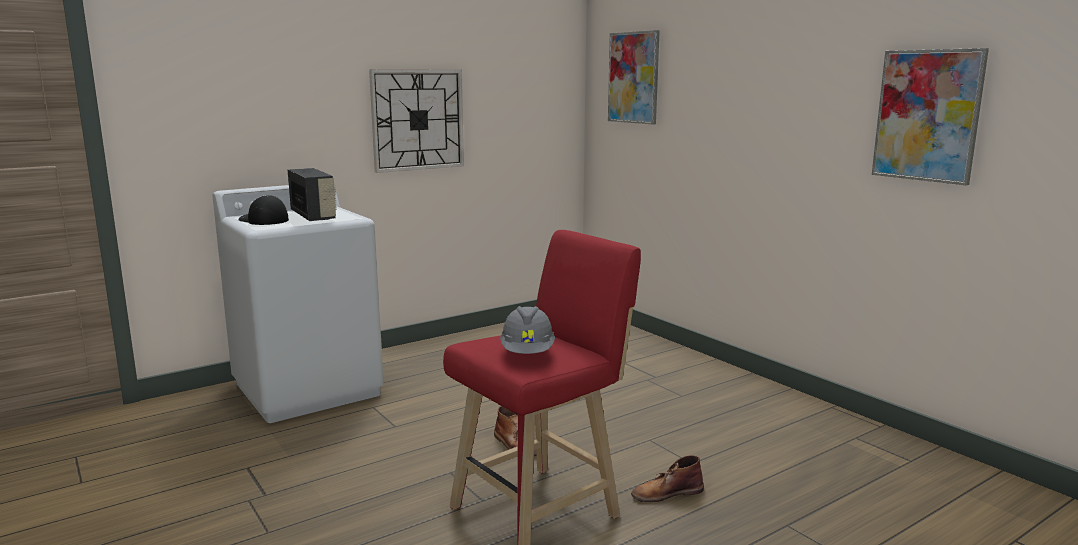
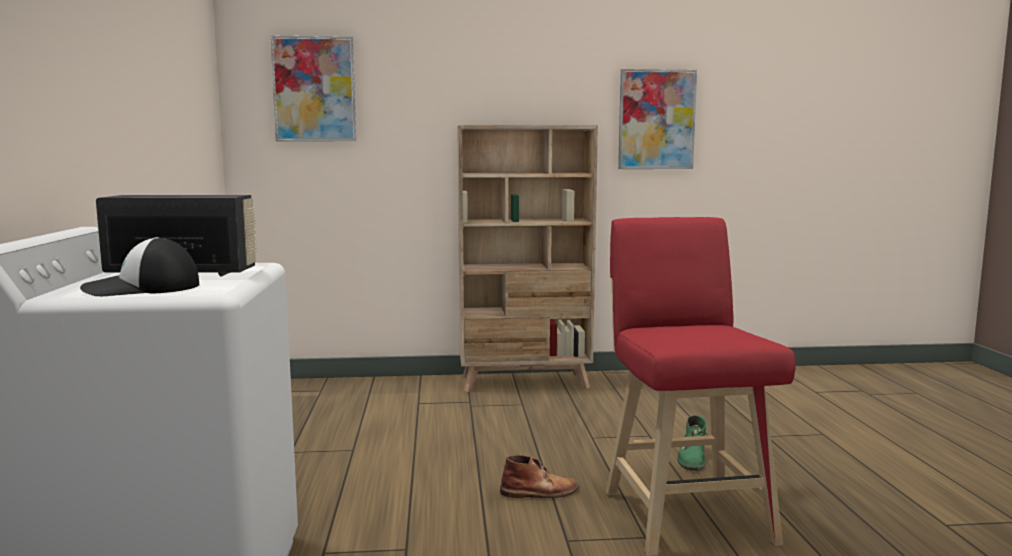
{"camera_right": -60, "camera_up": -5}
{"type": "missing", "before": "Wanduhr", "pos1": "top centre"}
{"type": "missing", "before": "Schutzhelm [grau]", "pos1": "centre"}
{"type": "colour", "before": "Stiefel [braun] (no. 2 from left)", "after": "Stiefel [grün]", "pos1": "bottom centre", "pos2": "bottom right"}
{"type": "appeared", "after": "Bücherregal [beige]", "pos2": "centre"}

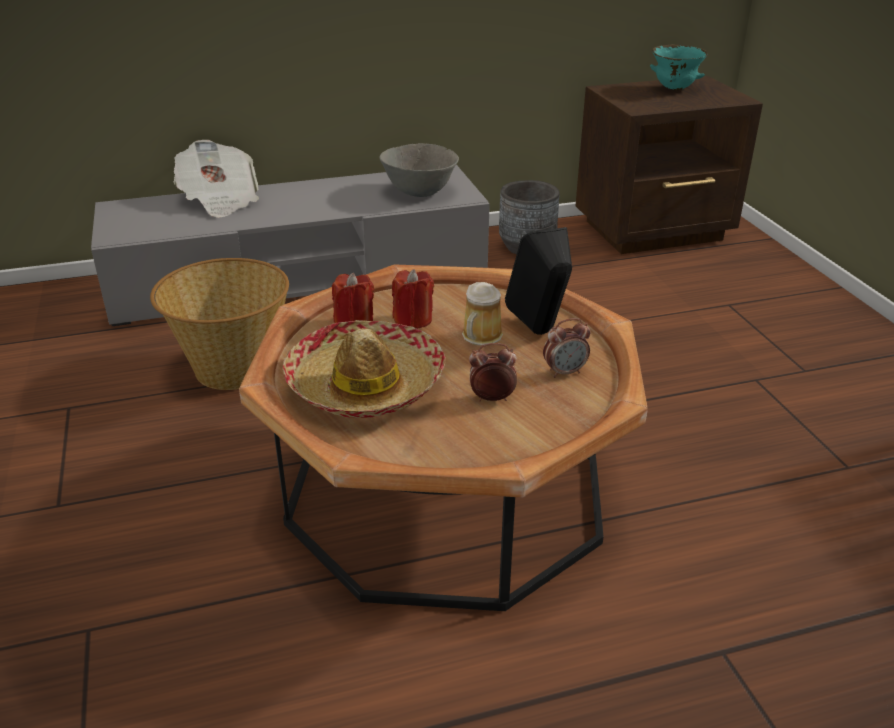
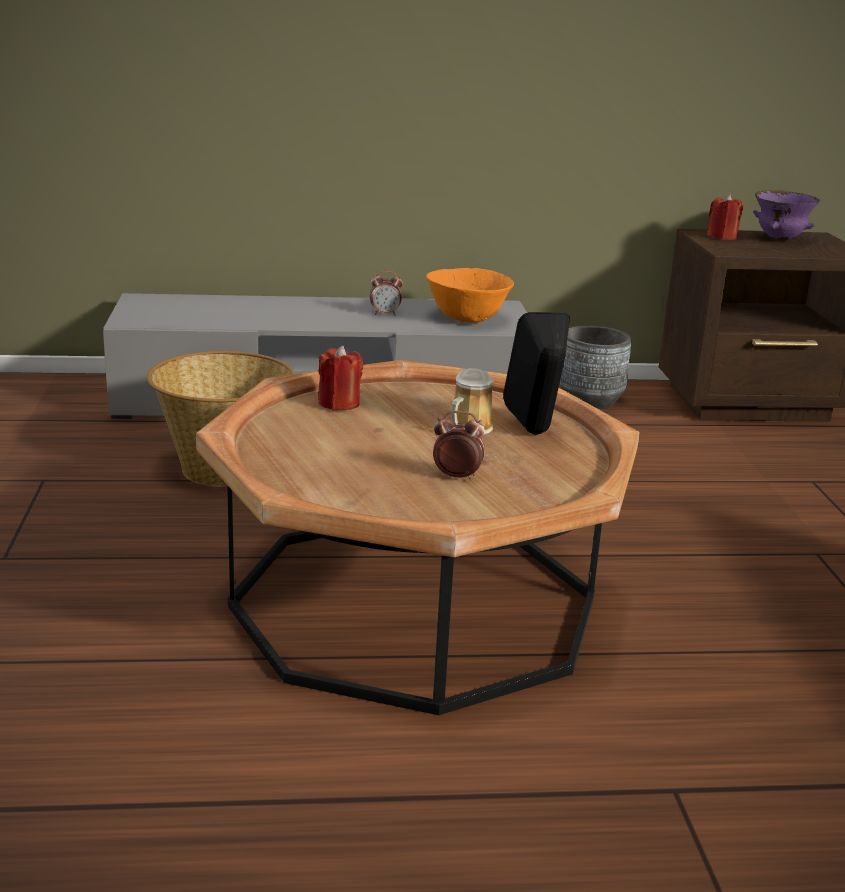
{"camera_right": 10, "camera_up": -10}
{"type": "colour", "before": "Schüssel [türkis]", "after": "Schüssel [lila]", "pos1": "top right", "pos2": "top right"}
{"type": "missing", "before": "Zeitung", "pos1": "top left"}
{"type": "colour", "before": "Schüssel [grau]", "after": "Schüssel [orange]", "pos1": "top centre", "pos2": "top centre"}
{"type": "relocated", "before": "Kerze [rot] (no. 2 from left)", "pos1": "centre", "pos2": "top right"}
{"type": "relocated", "before": "Wecker (no. 2 from left in the first image)", "after": "Wecker (no. 1 from left)", "pos1": "centre", "pos2": "top centre"}
{"type": "missing", "before": "Hut", "pos1": "centre"}

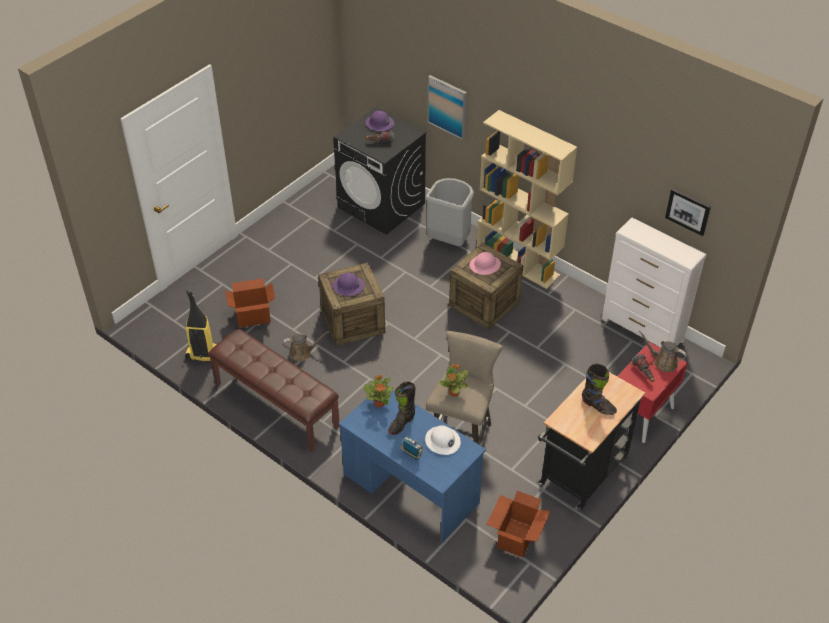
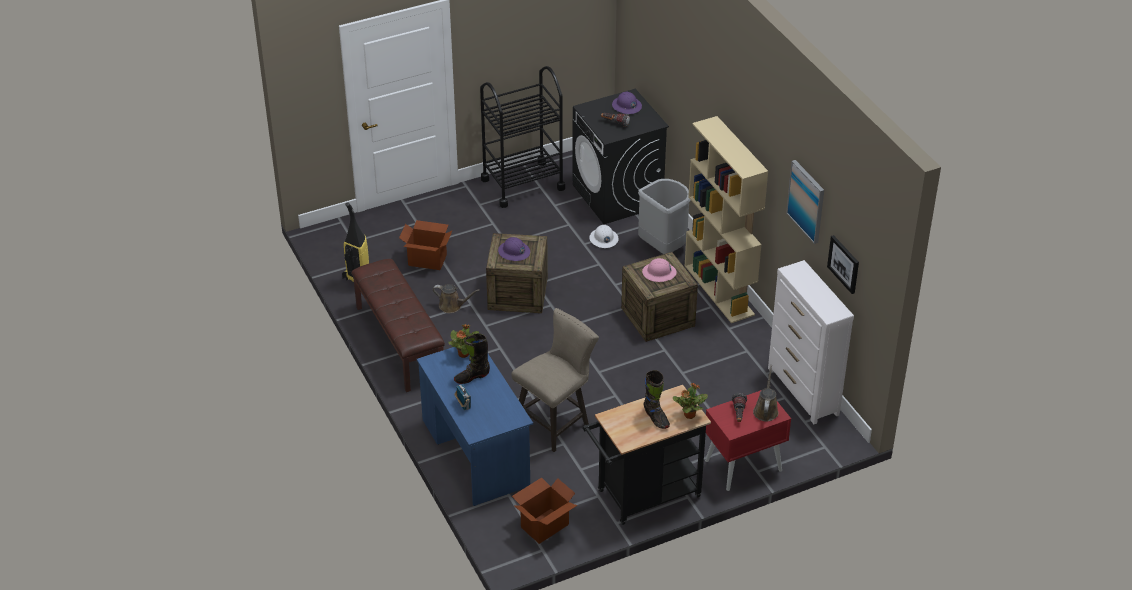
{"camera_right": 25, "camera_up": -5}
{"type": "relocated", "before": "Bild (no. 1 from left)", "pos1": "top centre", "pos2": "middle right"}
{"type": "spun", "before": "Gießkanne [braun] (no. 2 from left)", "pos1": "middle right", "pos2": "middle right", "turn": 45}
{"type": "relocated", "before": "Topfpflanze (no. 2 from left)", "pos1": "centre", "pos2": "bottom centre"}
{"type": "relocated", "before": "Schutzhelm [weiß]", "pos1": "bottom centre", "pos2": "centre"}
{"type": "appeared", "after": "Rollwagen [schwarz] (no. 1 from left)", "pos2": "top centre"}

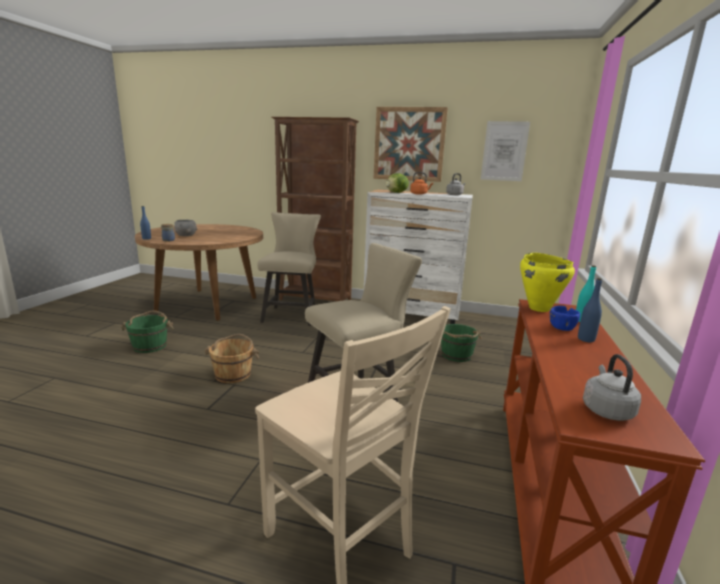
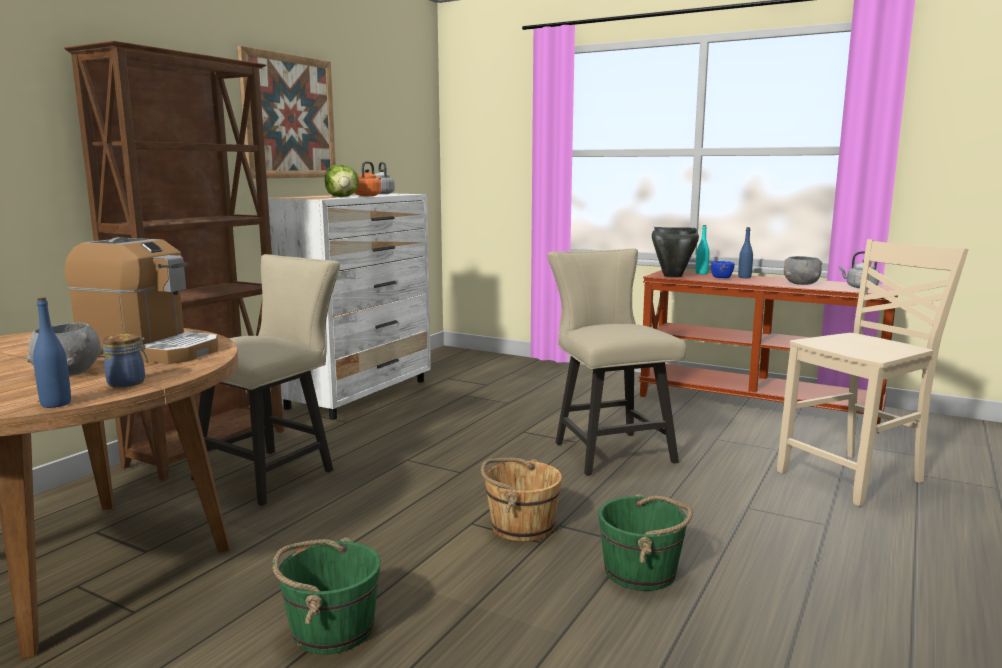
{"camera_right": -75, "camera_up": -5}
{"type": "missing", "before": "Bild (no. 2 from left)", "pos1": "top right"}
{"type": "spun", "before": "Stuhl [beige] (no. 1 from left)", "pos1": "centre", "pos2": "middle left", "turn": 105}
{"type": "colour", "before": "Kochtopf [gelb]", "after": "Kochtopf [schwarz]", "pos1": "middle right", "pos2": "middle right"}
{"type": "relocated", "before": "Eimer [grün] (no. 2 from left)", "pos1": "centre", "pos2": "bottom centre"}
{"type": "appeared", "after": "Kaffeemaschine", "pos2": "middle left"}
{"type": "appeared", "after": "Schüssel [grau] (no. 2 from left)", "pos2": "middle right"}

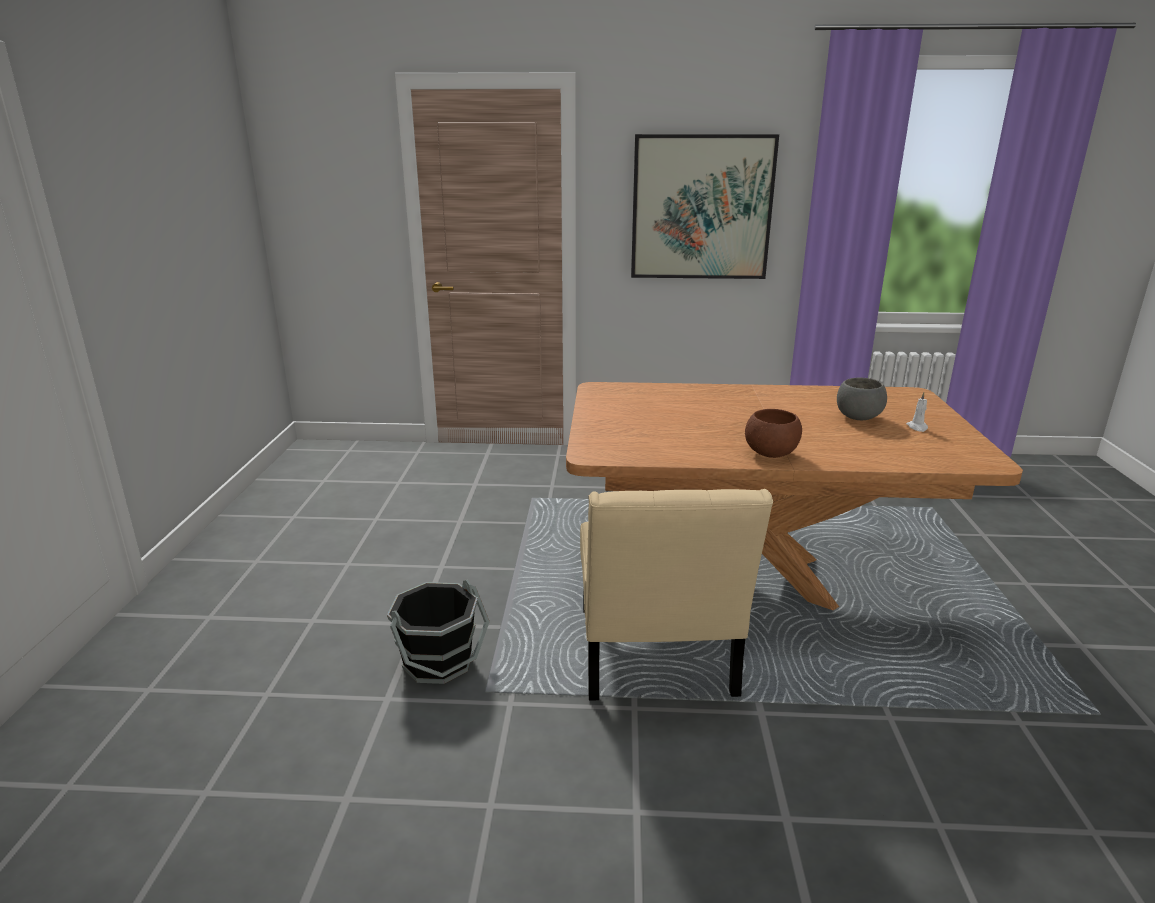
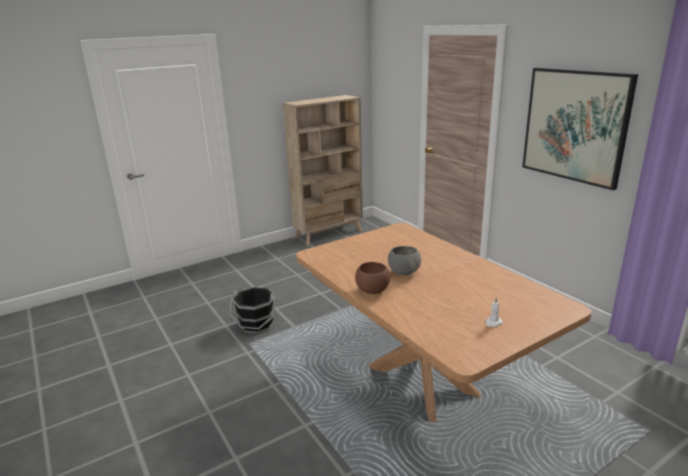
{"camera_right": 55, "camera_up": 0}
{"type": "relocated", "before": "Schüssel [grau]", "pos1": "middle right", "pos2": "centre"}
{"type": "missing", "before": "Stuhl [beige]", "pos1": "centre"}
{"type": "appeared", "after": "Bücherregal [beige]", "pos2": "centre"}

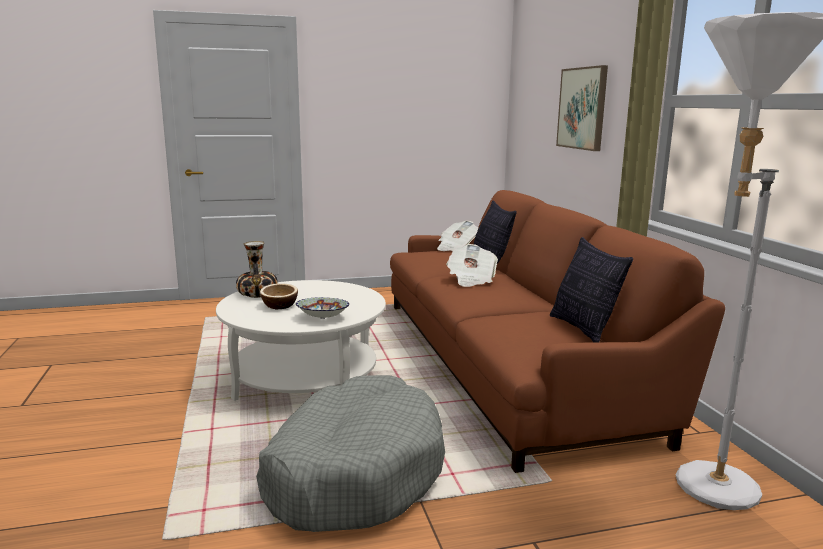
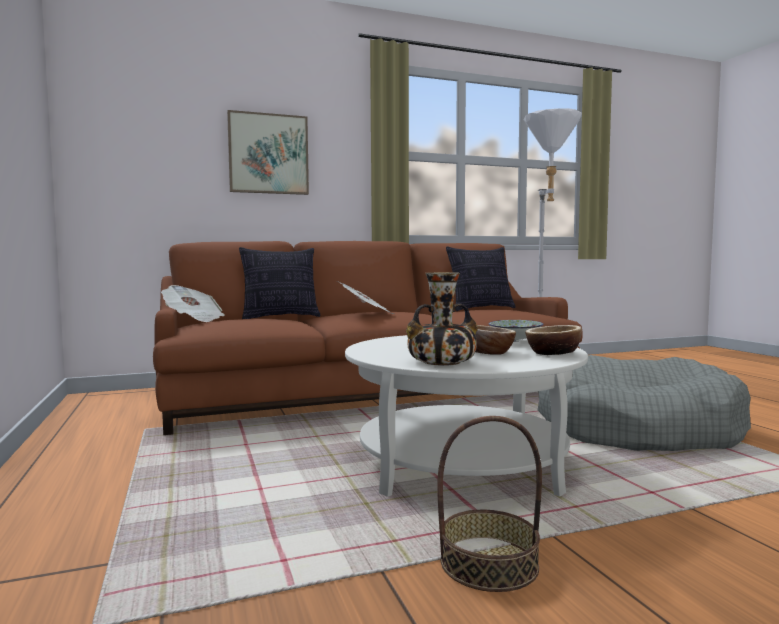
{"camera_right": -95, "camera_up": -10}
{"type": "appeared", "after": "Schüssel (no. 3 from left)", "pos2": "middle right"}
{"type": "appeared", "after": "Korb", "pos2": "bottom centre"}

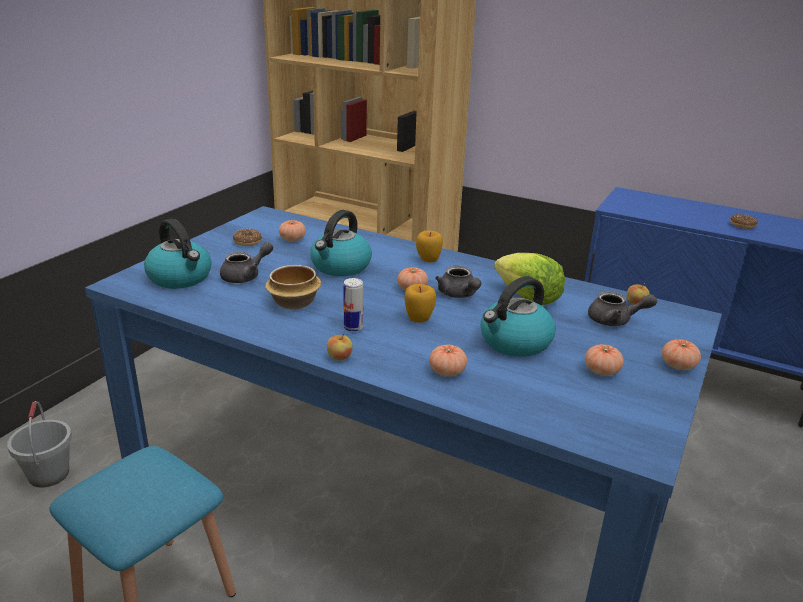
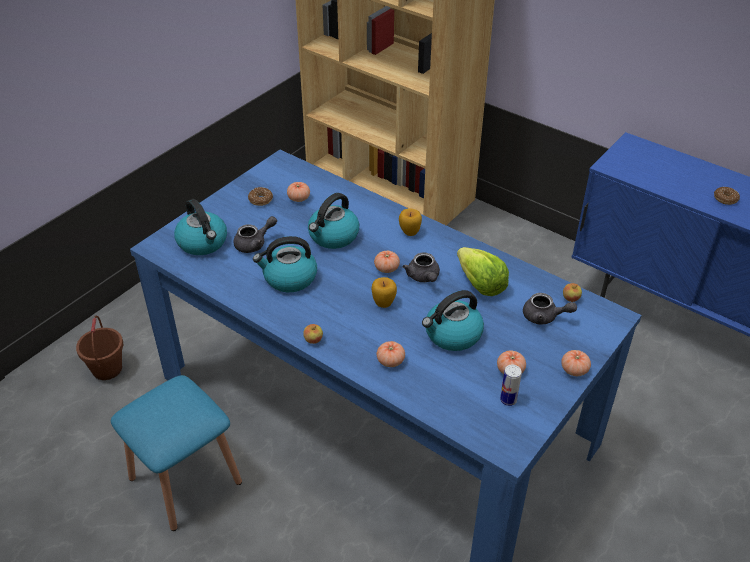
{"camera_right": 10, "camera_up": 15}
{"type": "exchanged", "before": "Schüssel", "after": "Wasserkessel (no. 2 from left)", "pos1": "centre", "pos2": "centre"}
{"type": "relocated", "before": "Dose", "pos1": "centre", "pos2": "bottom right"}
{"type": "colour", "before": "Eimer [grau]", "after": "Eimer [braun]", "pos1": "bottom left", "pos2": "middle left"}

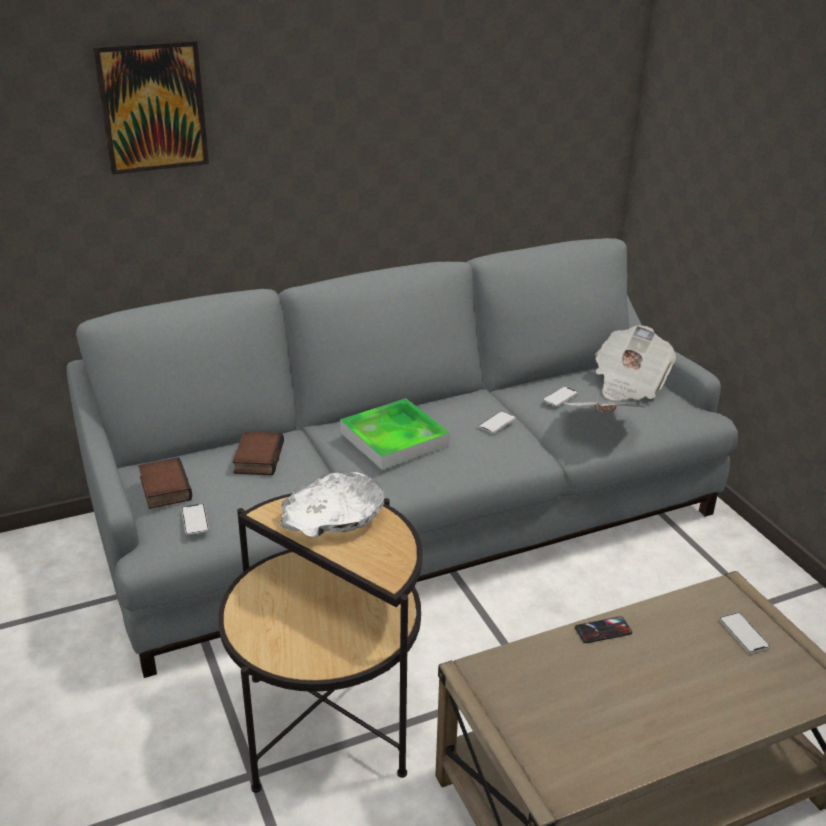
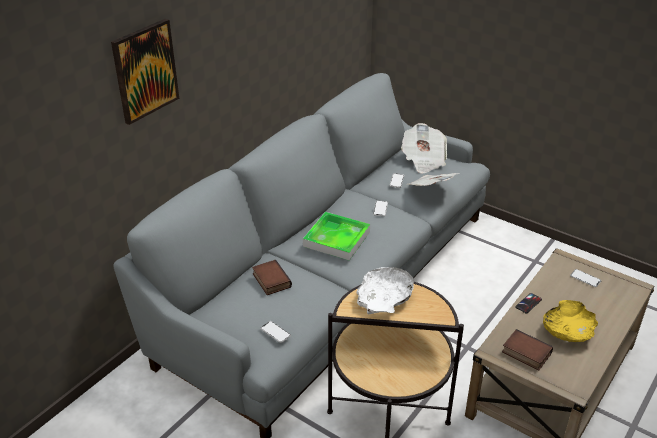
{"camera_right": -30, "camera_up": 5}
{"type": "relocated", "before": "Buch (no. 1 from left in the first image)", "after": "Buch (no. 2 from left)", "pos1": "middle left", "pos2": "bottom right"}
{"type": "appeared", "after": "Schüssel [gelb]", "pos2": "bottom right"}

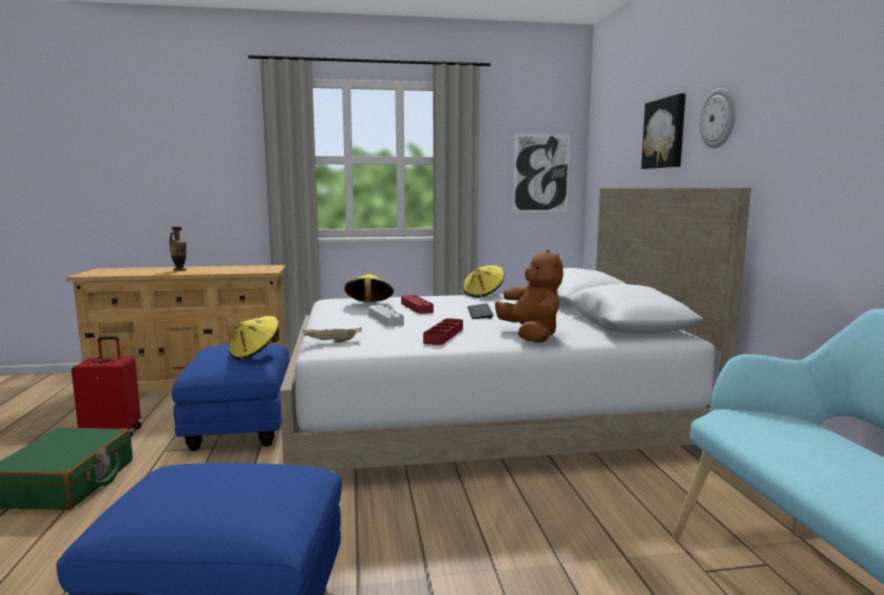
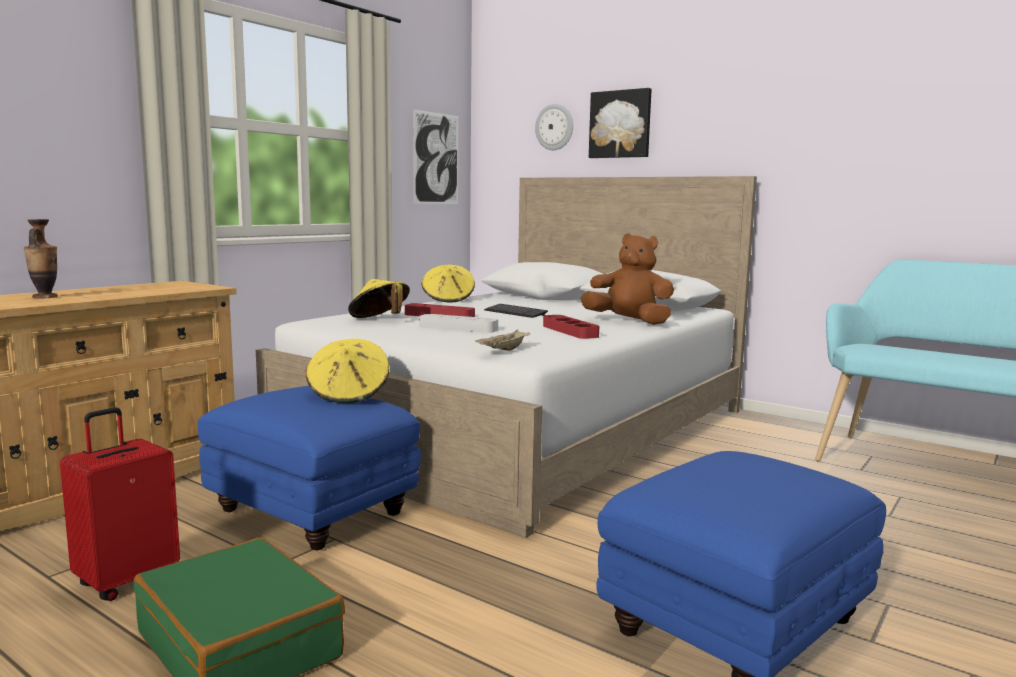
{"camera_right": -45, "camera_up": 0}
{"type": "relocated", "before": "Wanduhr", "pos1": "top right", "pos2": "top centre"}

